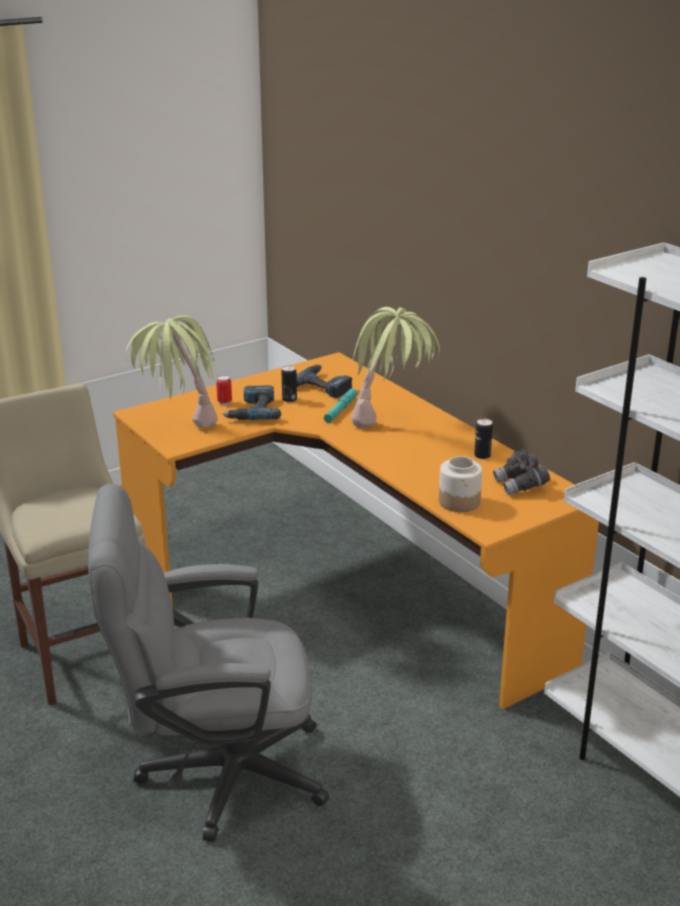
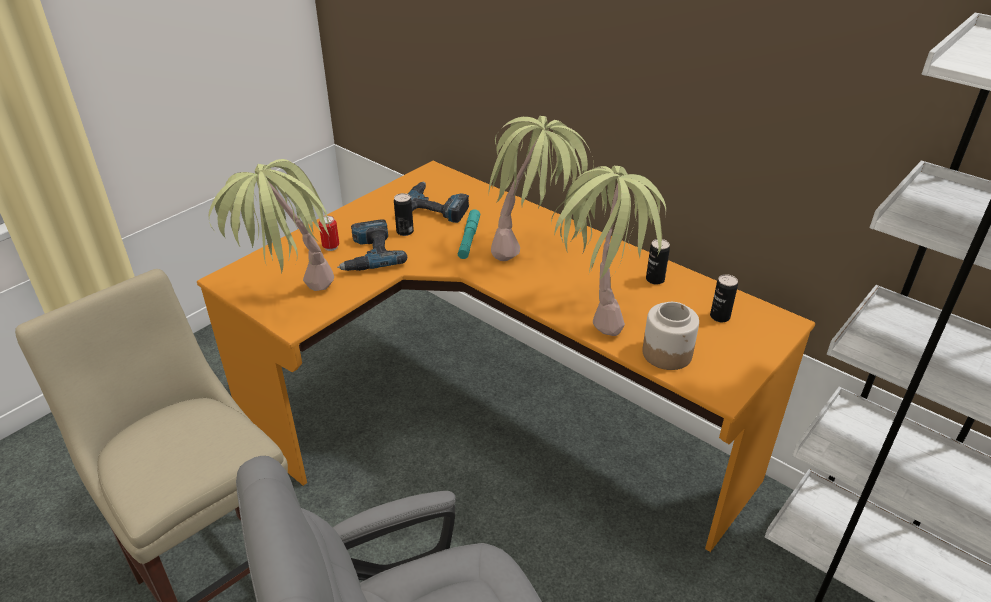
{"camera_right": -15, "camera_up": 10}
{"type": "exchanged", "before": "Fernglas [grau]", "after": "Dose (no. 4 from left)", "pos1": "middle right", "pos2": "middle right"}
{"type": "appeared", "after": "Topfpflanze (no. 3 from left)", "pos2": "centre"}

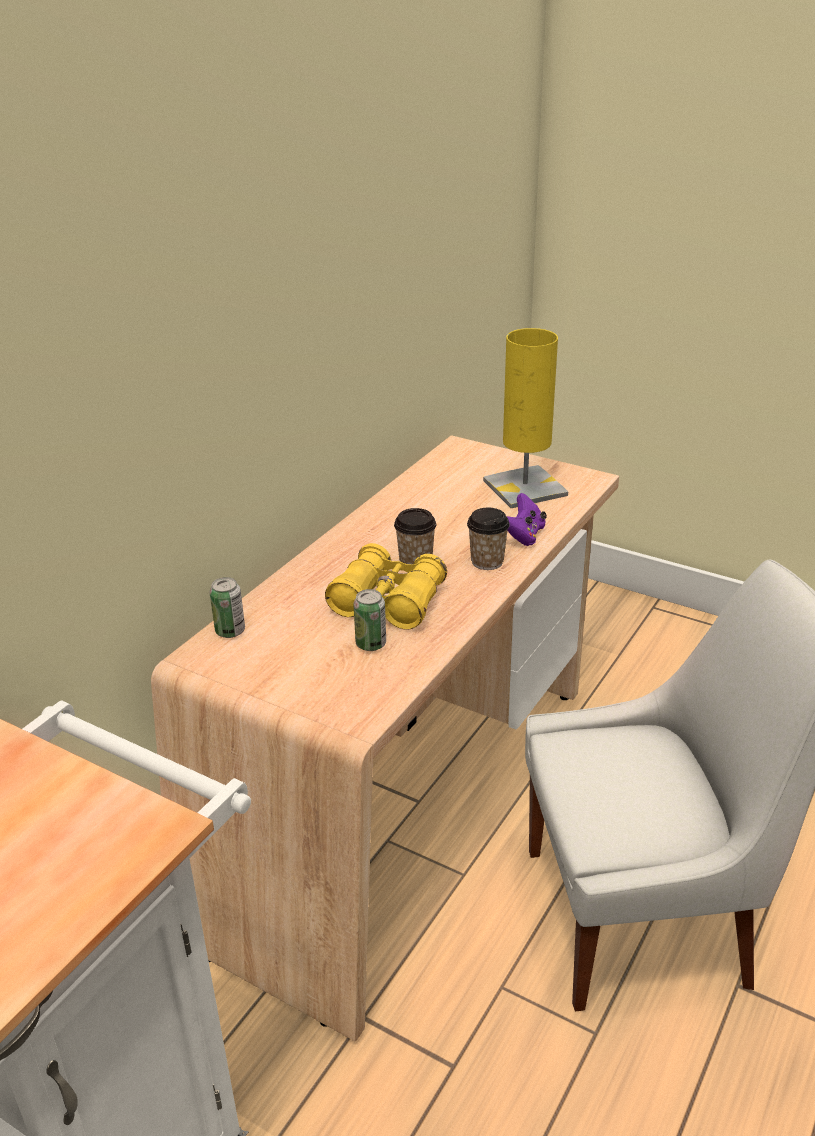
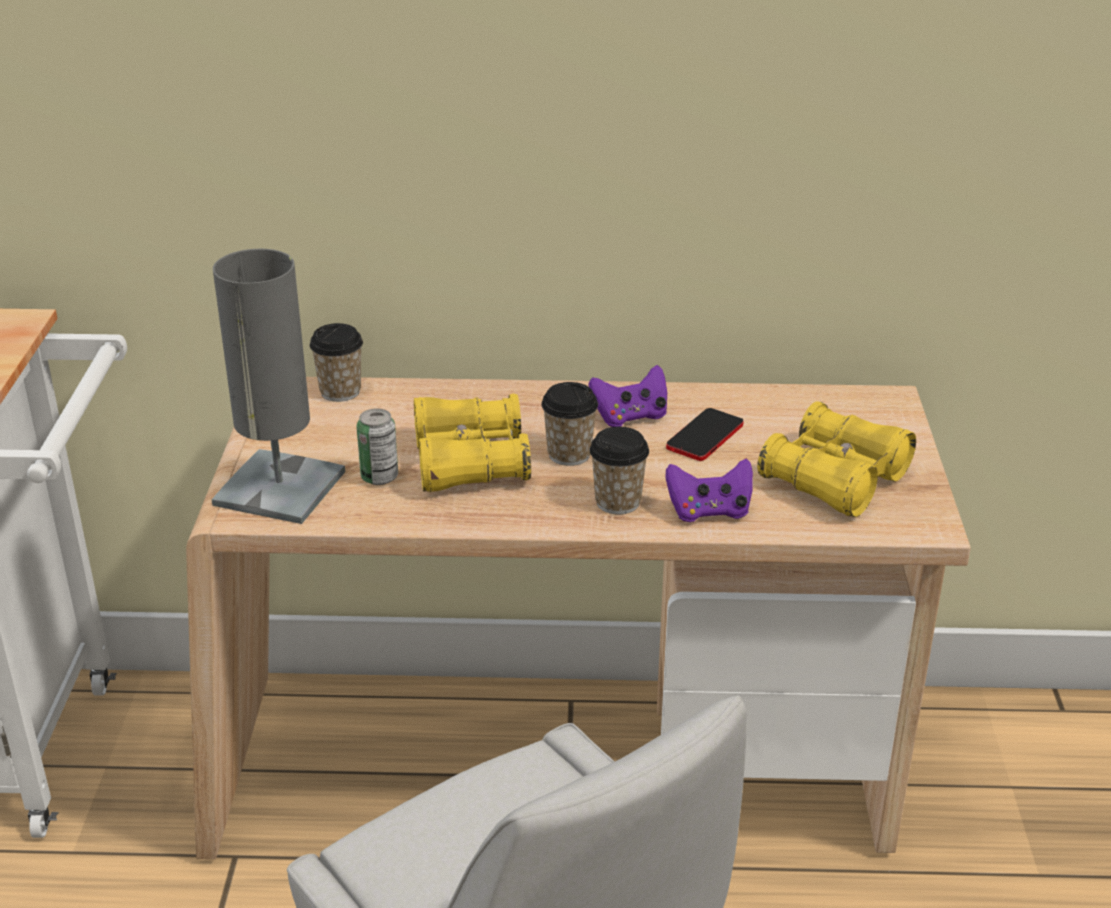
{"camera_right": 60, "camera_up": 0}
{"type": "exchanged", "before": "Tischlampe [gelb]", "after": "Fernglas [gelb] (no. 2 from left)", "pos1": "centre", "pos2": "middle right"}
{"type": "exchanged", "before": "Dose (no. 1 from left)", "after": "Tasse (no. 1 from left)", "pos1": "middle left", "pos2": "middle left"}
{"type": "appeared", "after": "Tischlampe [grau]", "pos2": "middle left"}
{"type": "appeared", "after": "Gamepad [lila] (no. 1 from left)", "pos2": "centre"}
{"type": "appeared", "after": "Handy", "pos2": "centre"}

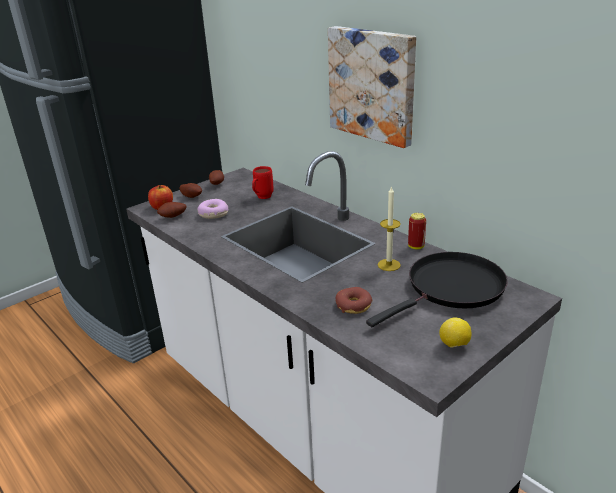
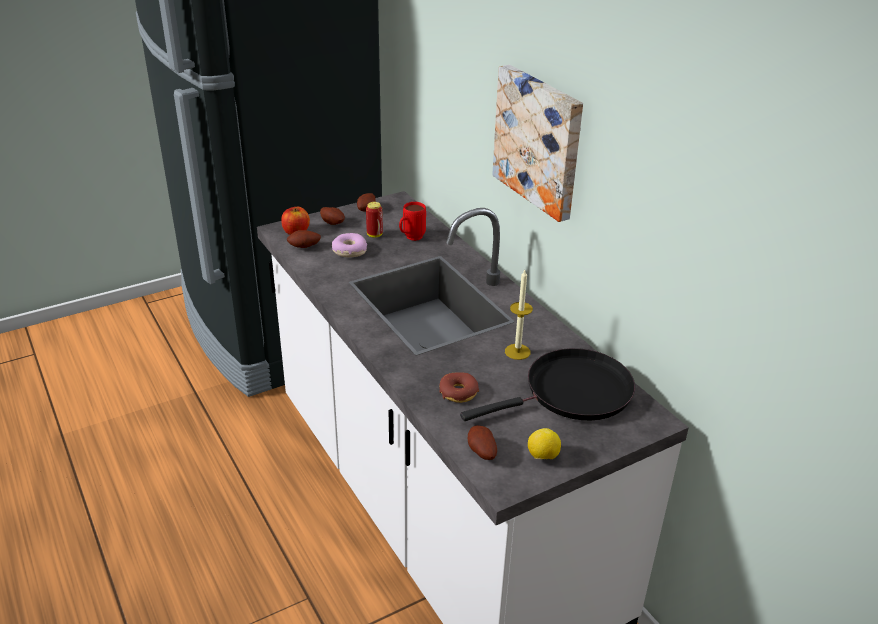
{"camera_right": 10, "camera_up": 5}
{"type": "relocated", "before": "Dose", "pos1": "middle right", "pos2": "centre"}
{"type": "appeared", "after": "Kartoffel (no. 4 from left)", "pos2": "bottom centre"}

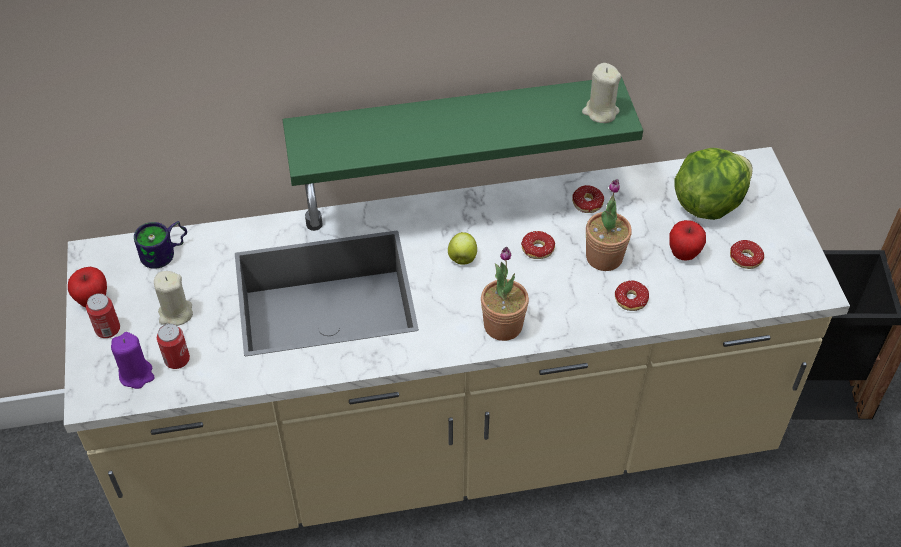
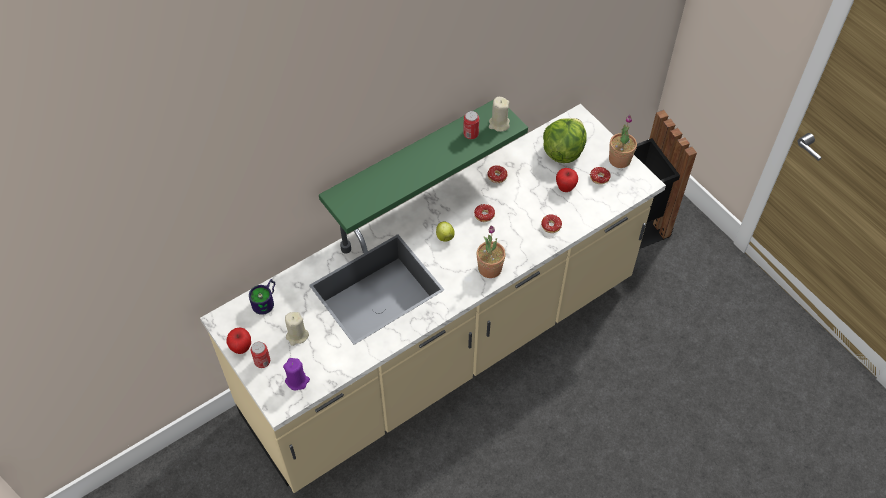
{"camera_right": -25, "camera_up": 5}
{"type": "relocated", "before": "Topfpflanze (no. 2 from left)", "pos1": "middle right", "pos2": "top right"}
{"type": "relocated", "before": "Dose (no. 2 from left)", "pos1": "middle left", "pos2": "top centre"}

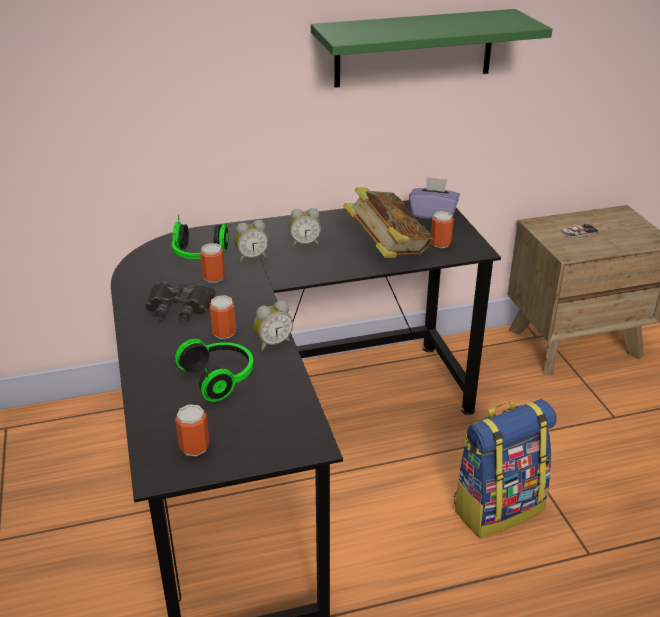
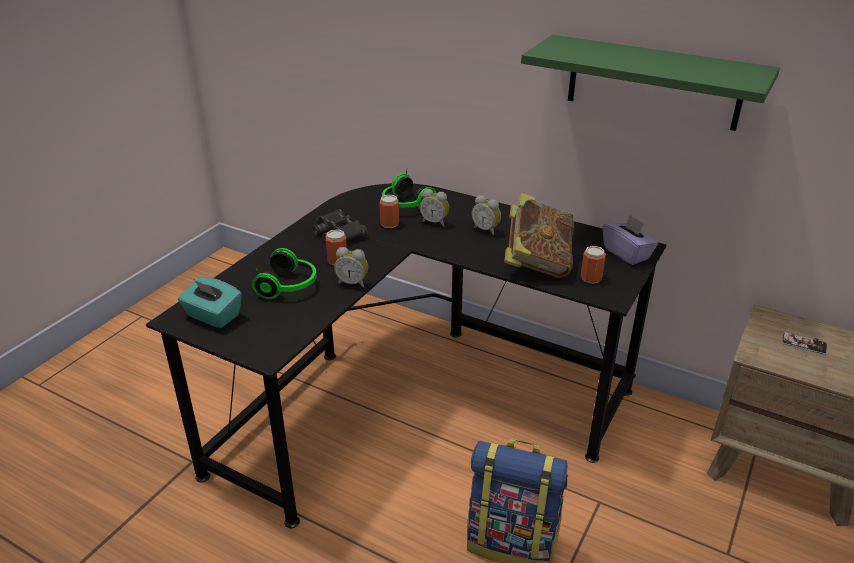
{"camera_right": 45, "camera_up": 0}
{"type": "exchanged", "before": "Dose (no. 1 from left)", "after": "Taschentuchbox [türkis]", "pos1": "bottom left", "pos2": "middle left"}

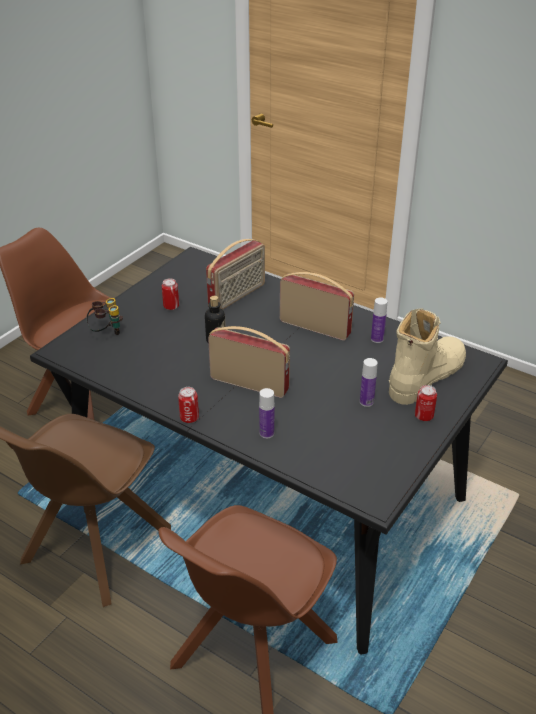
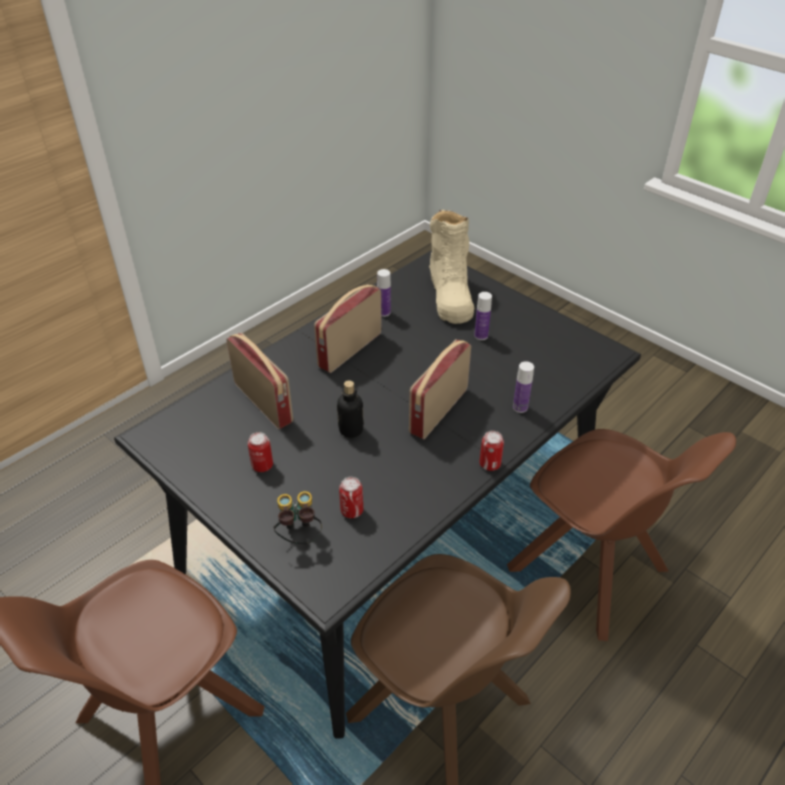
{"camera_right": -80, "camera_up": 5}
{"type": "spun", "before": "Stiefel [beige]", "pos1": "middle right", "pos2": "centre", "turn": -150}
{"type": "relocated", "before": "Dose (no. 3 from left in the first image)", "after": "Dose (no. 2 from left)", "pos1": "middle right", "pos2": "centre"}

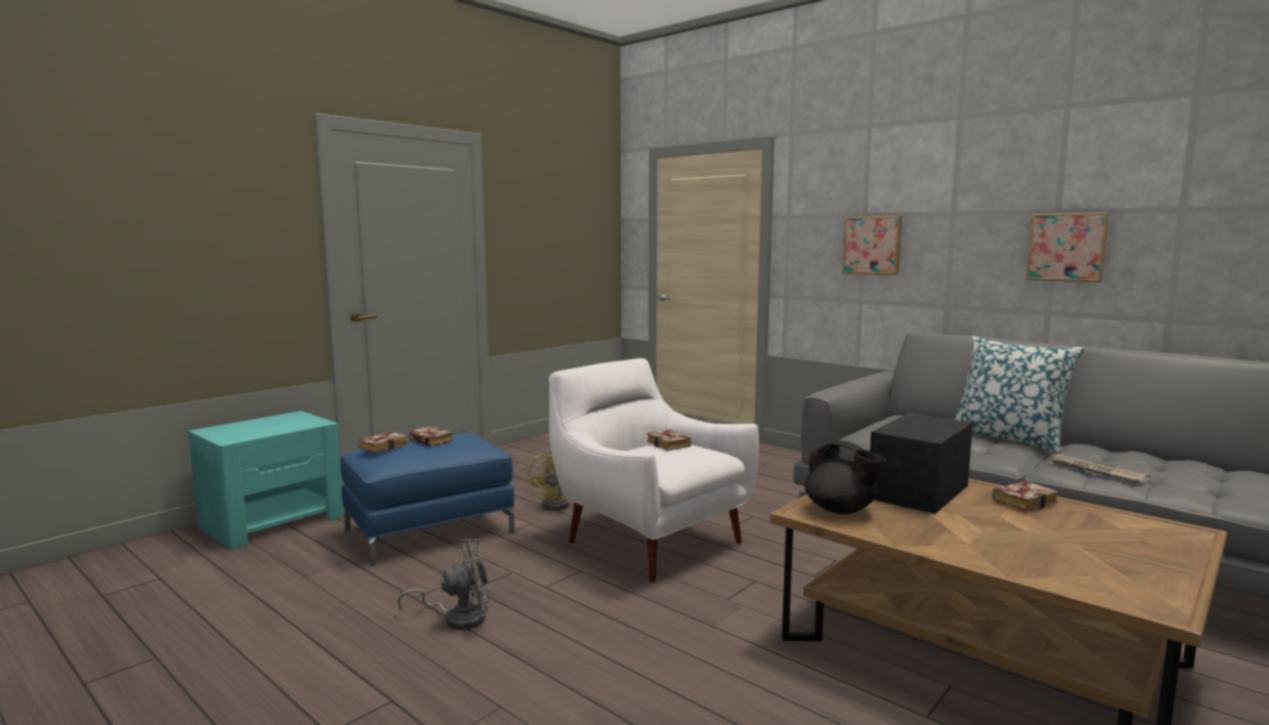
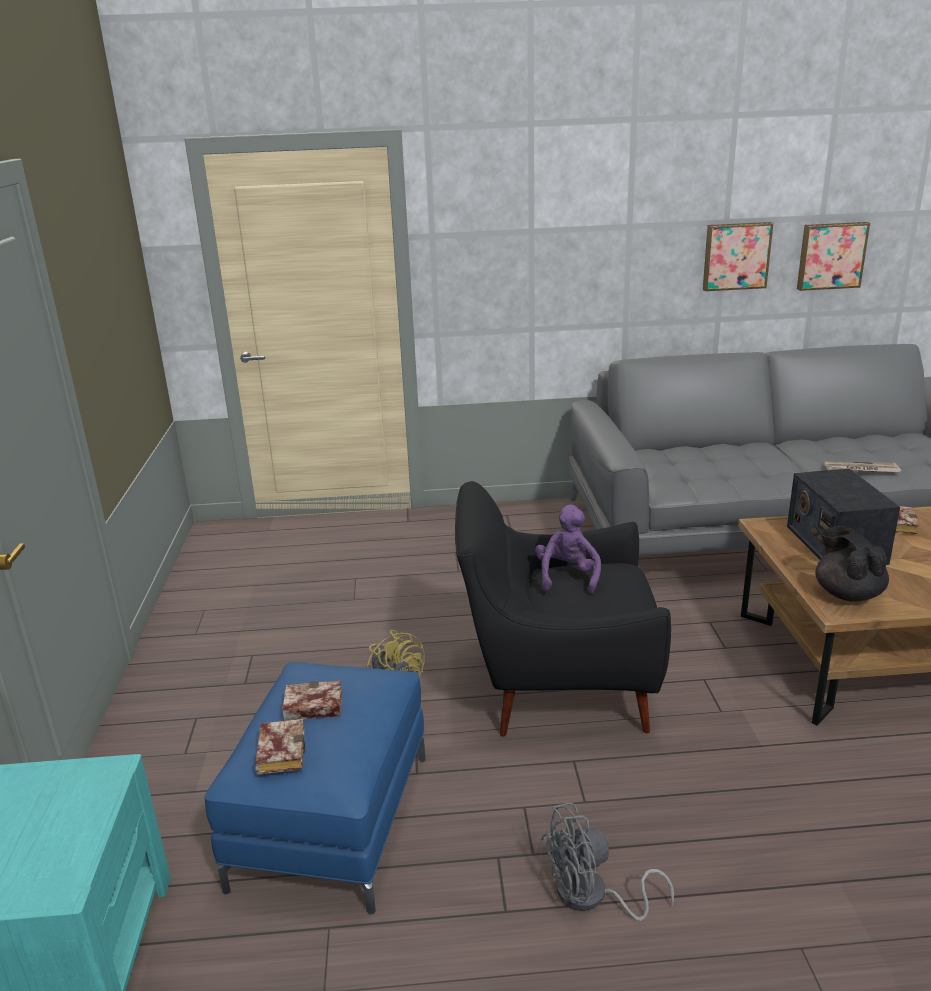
{"camera_right": -45, "camera_up": 15}
{"type": "relocated", "before": "Bild (no. 1 from left in the first image)", "after": "Bild (no. 2 from left)", "pos1": "middle right", "pos2": "top right"}
{"type": "missing", "before": "Kissen", "pos1": "middle right"}
{"type": "colour", "before": "Sessel [weiß]", "after": "Sessel [schwarz]", "pos1": "centre", "pos2": "centre"}
{"type": "exchanged", "before": "Buch (no. 3 from left)", "after": "Plüschtier [lila]", "pos1": "centre", "pos2": "centre"}
{"type": "spun", "before": "Teekanne [schwarz]", "pos1": "centre", "pos2": "middle right", "turn": -105}
{"type": "spun", "before": "Ventilator [grau]", "pos1": "bottom centre", "pos2": "bottom centre", "turn": -135}

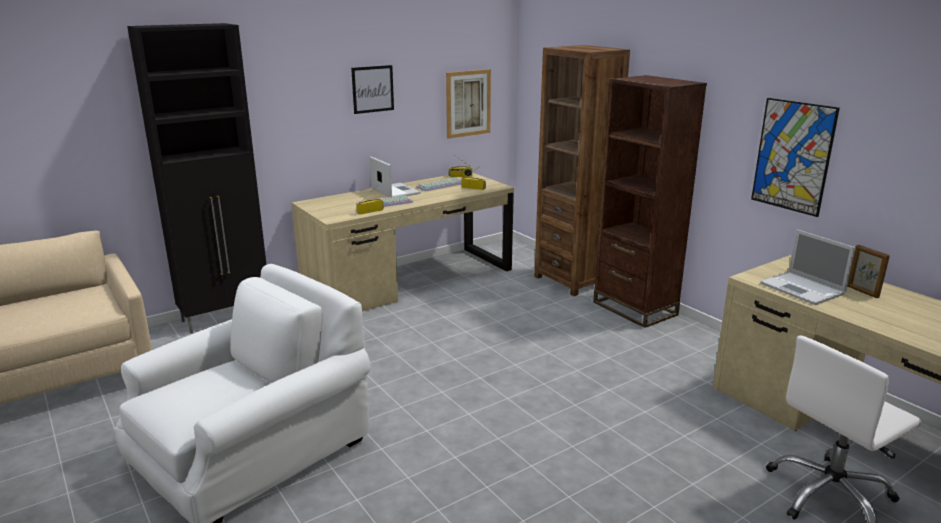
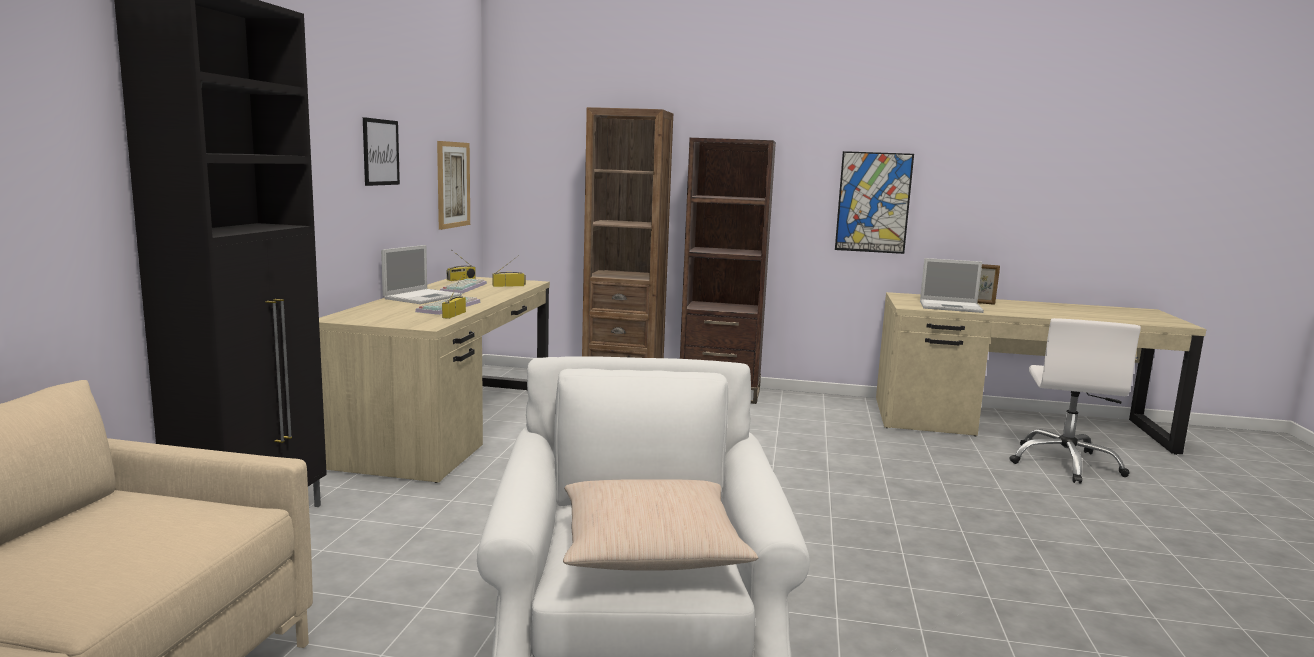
{"camera_right": -45, "camera_up": -10}
{"type": "spun", "before": "Laptop (no. 1 from left)", "pos1": "centre", "pos2": "middle left", "turn": 105}
{"type": "appeared", "after": "Kissen [beige]", "pos2": "bottom centre"}

